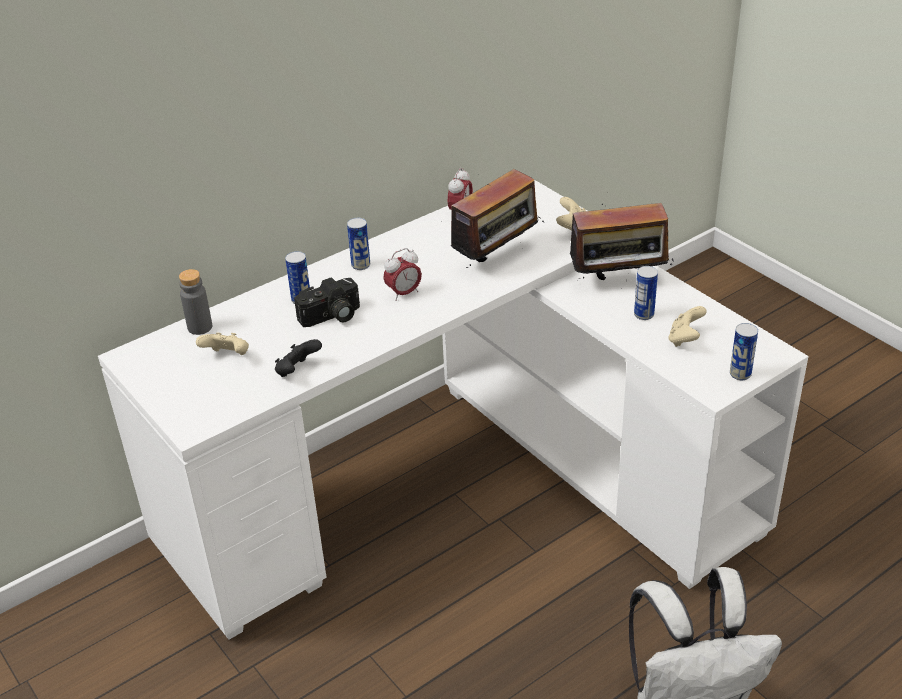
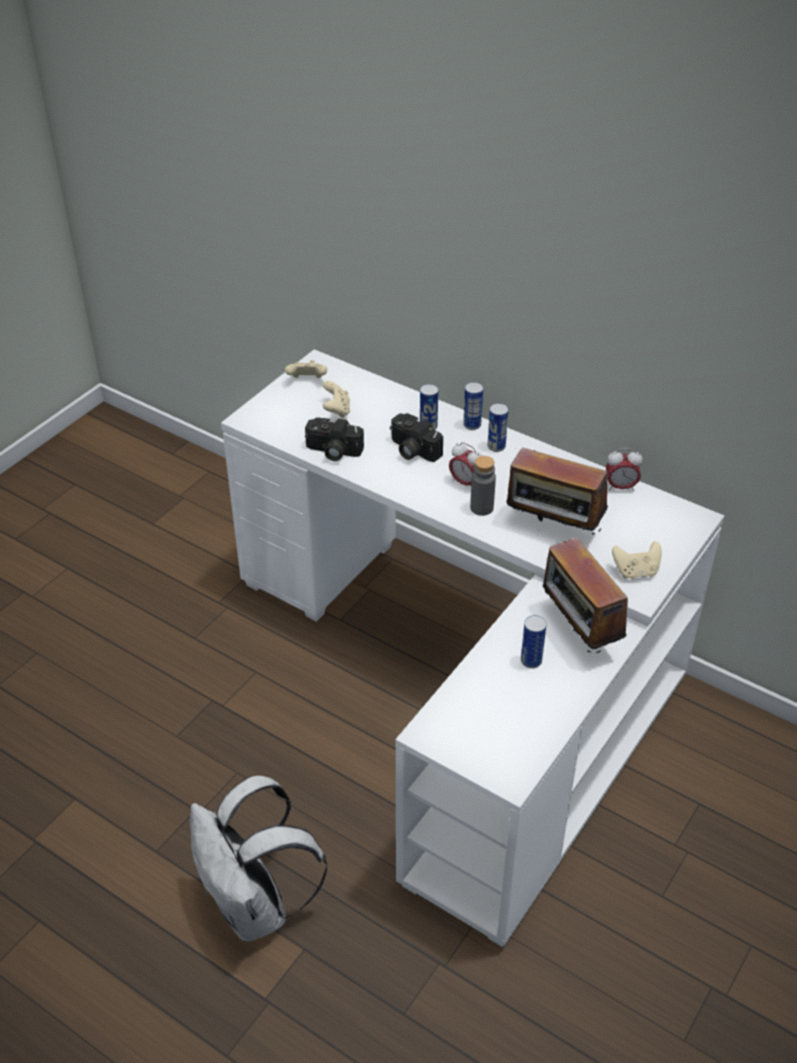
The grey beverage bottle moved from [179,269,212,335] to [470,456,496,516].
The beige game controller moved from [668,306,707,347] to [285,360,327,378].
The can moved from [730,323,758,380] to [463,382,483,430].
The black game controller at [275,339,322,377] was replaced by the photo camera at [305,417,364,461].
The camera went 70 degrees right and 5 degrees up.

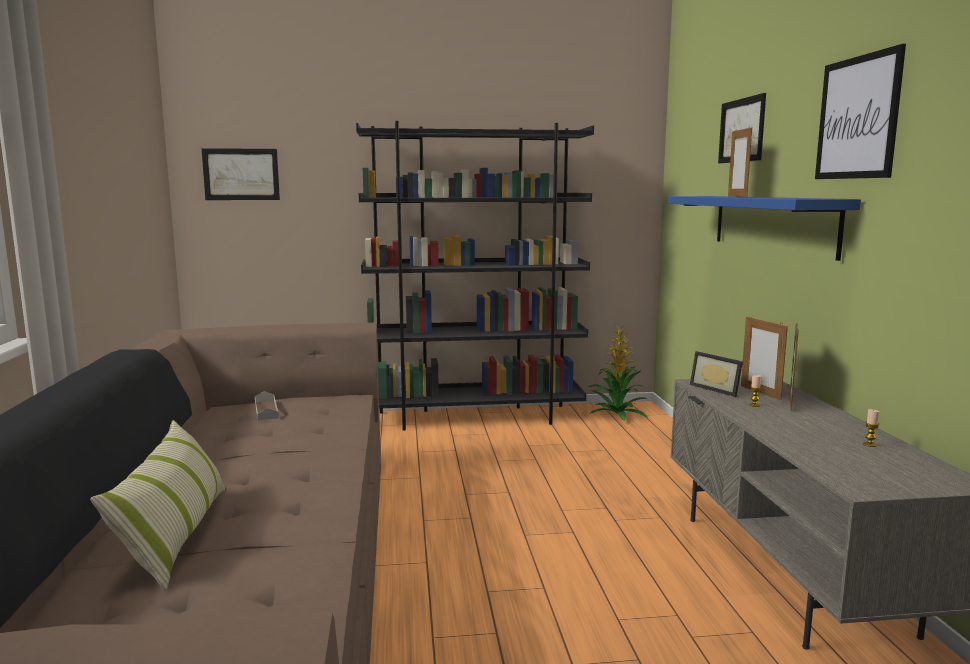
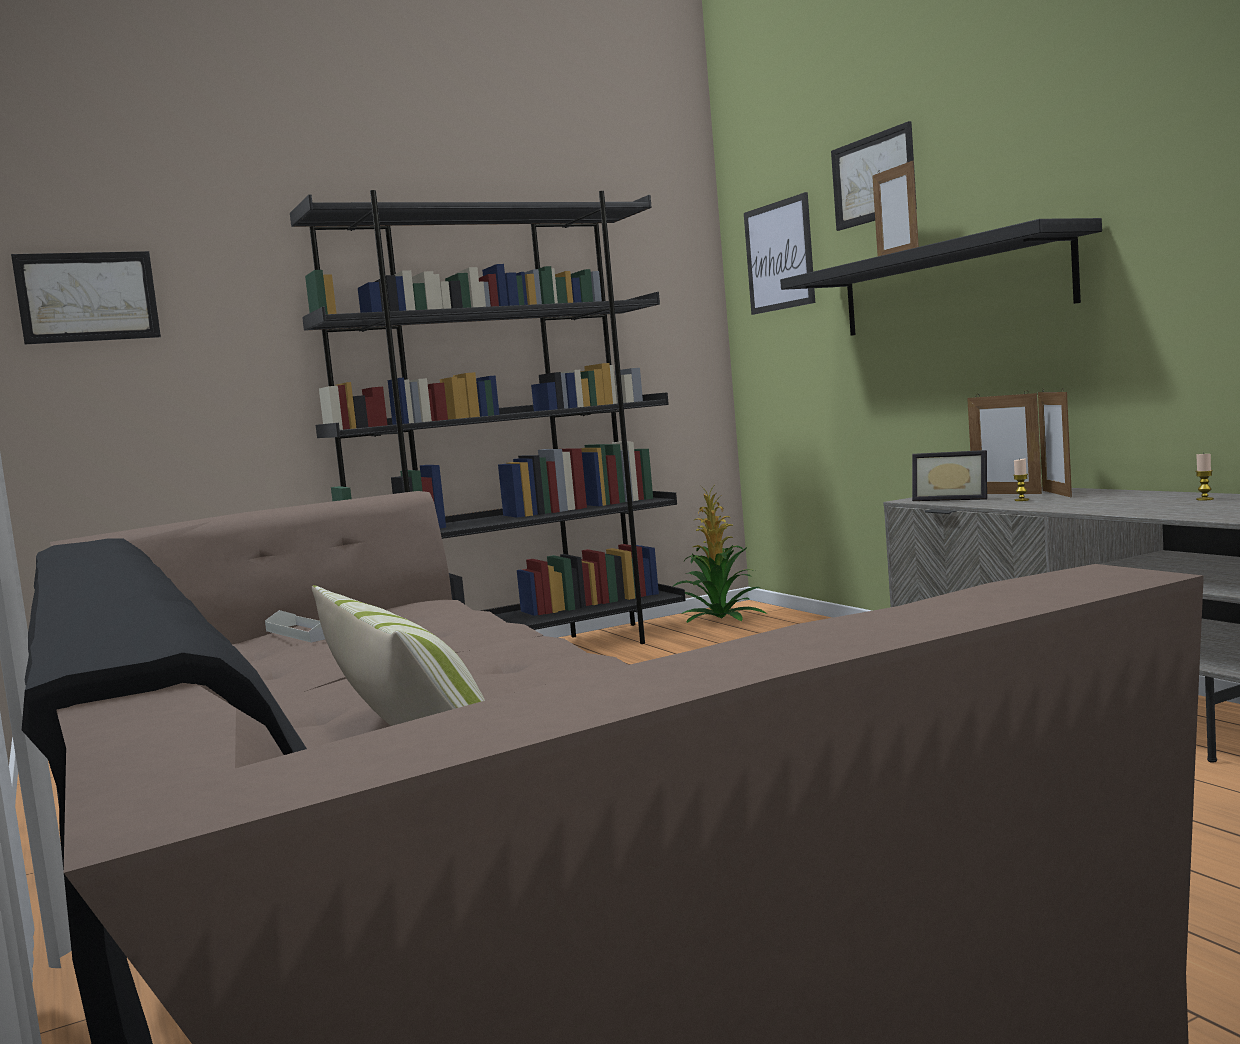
The picture moved from [815,44,906,179] to [744,192,815,315].
The blue-coloured bracket shelf at [668,196,861,261] became the black bracket shelf at [780,218,1102,336].
The camera went 20 degrees left and 5 degrees down.

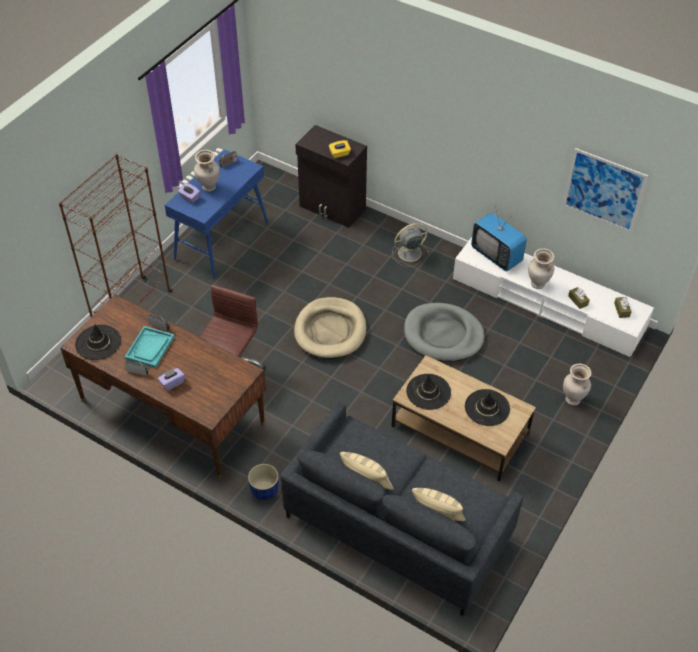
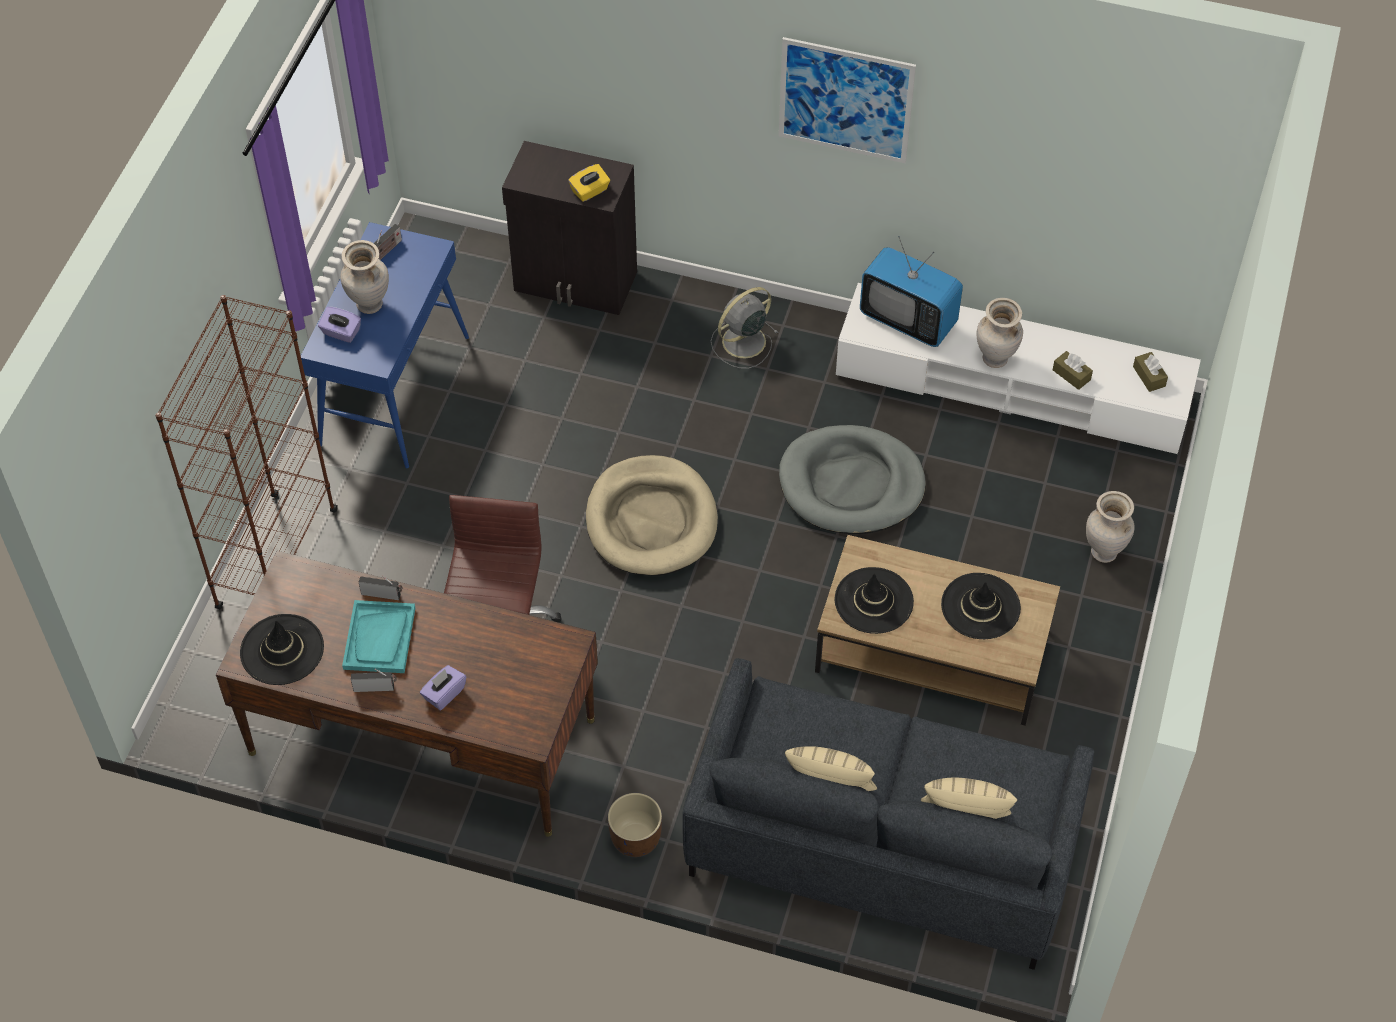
The picture moved from [563,148,648,233] to [779,37,916,163].
The blue-coloured planter at [248,464,279,501] became the brownish planter at [608,793,662,857].
The camera went 15 degrees left and 5 degrees up.

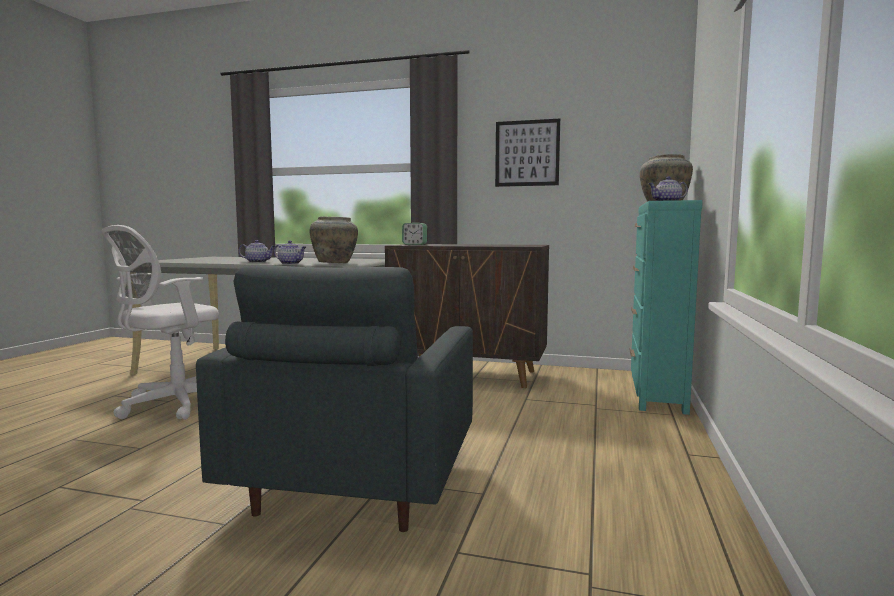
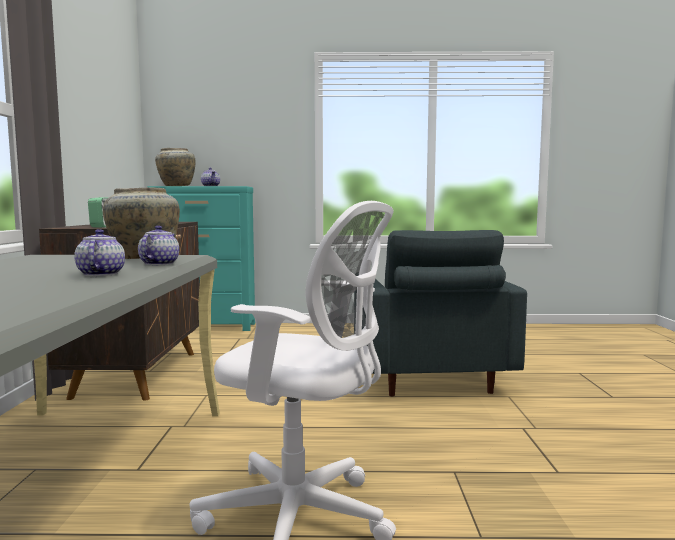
The picture at [495,119,560,187] disappeared.
The grey easy chair at [196,265,473,532] turned 90 degrees clockwise.
The camera went 105 degrees left and 0 degrees up.

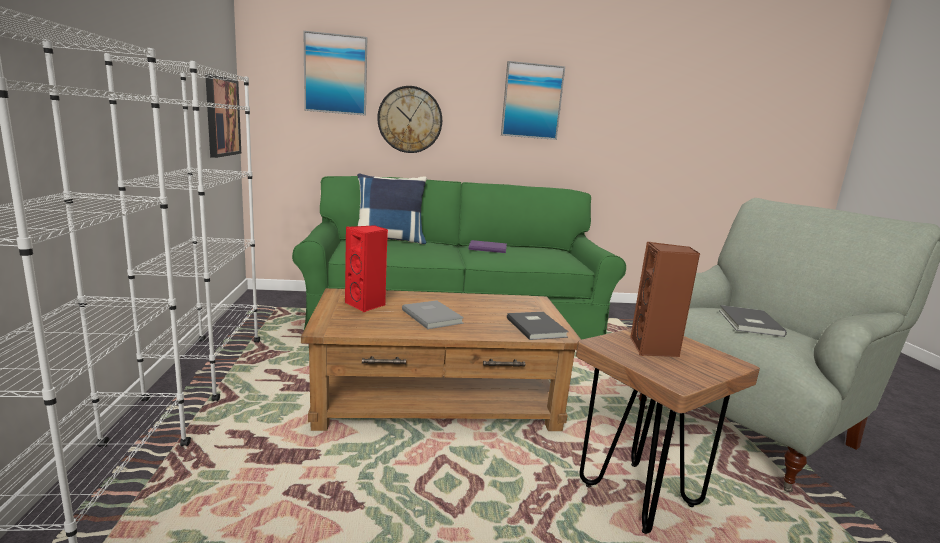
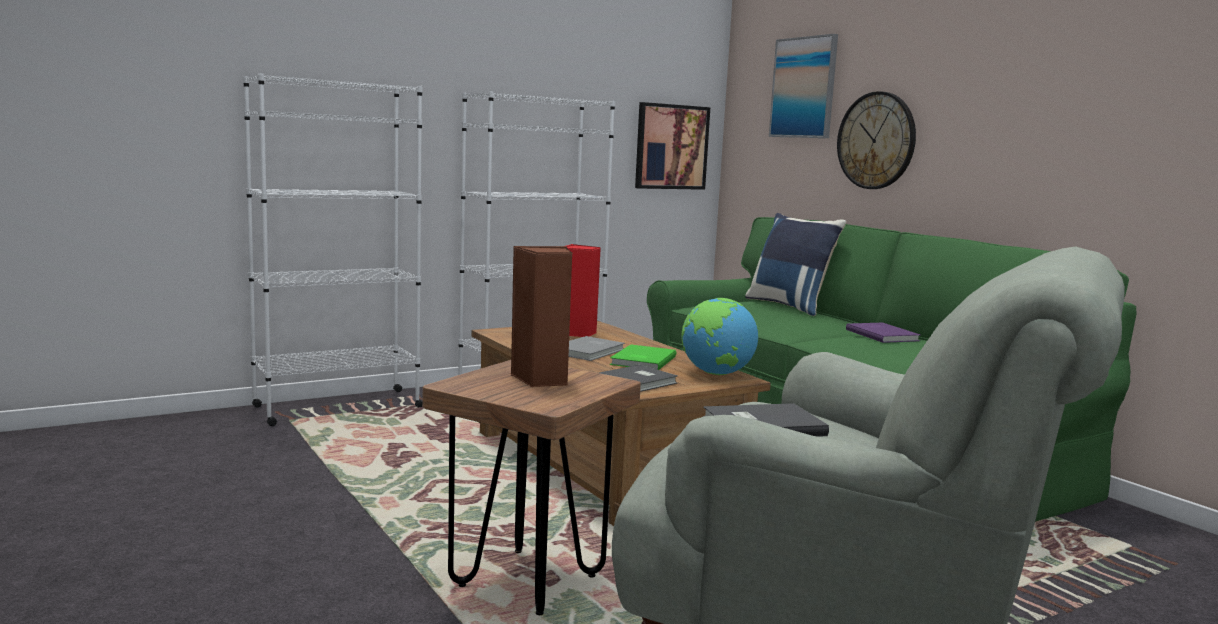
The picture at [501,61,565,140] disappeared.
The globe at [681,298,758,375] appeared.
The green bound book at [610,344,676,370] appeared.
The camera went 65 degrees right and 5 degrees down.

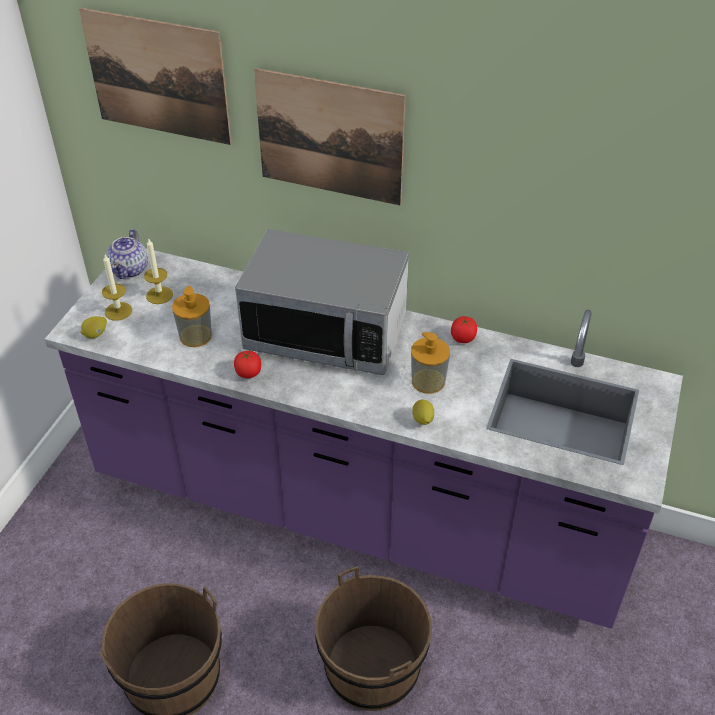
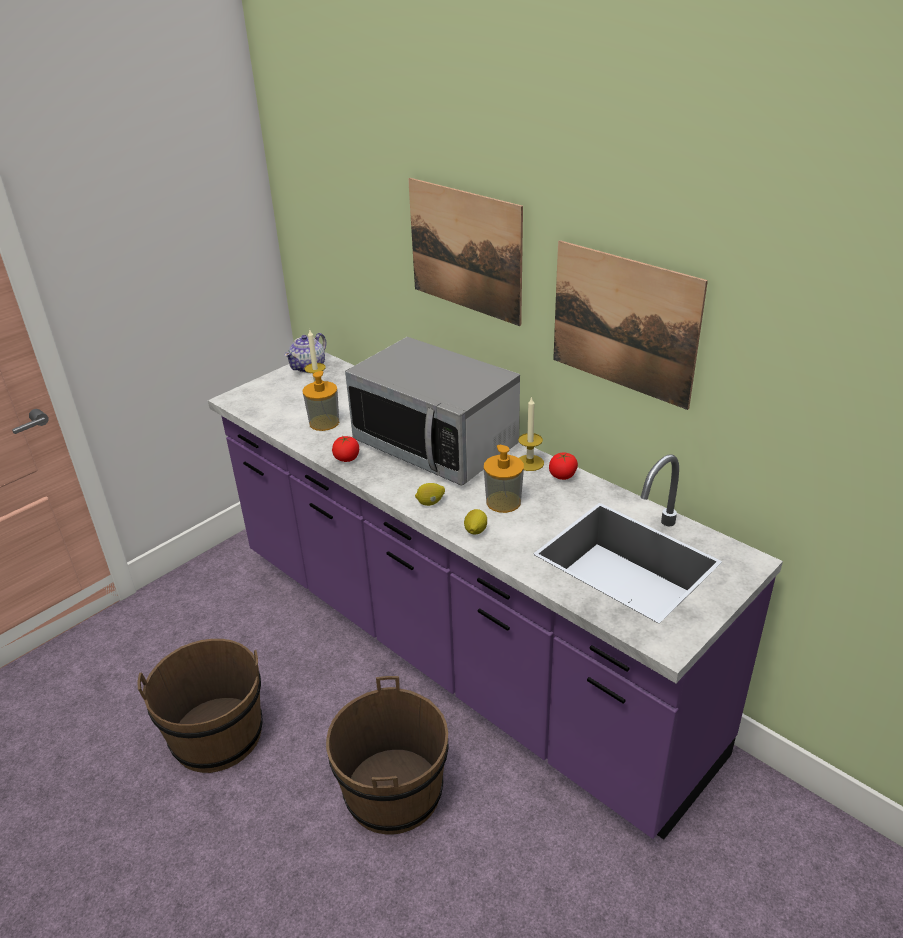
The picture moved from [79,8,232,145] to [553,240,708,410].
The wax candle moved from [102,255,132,321] to [518,396,544,471].
The whole lemon moved from [80,316,107,339] to [415,483,445,506].
The camera went 25 degrees right and 10 degrees down.

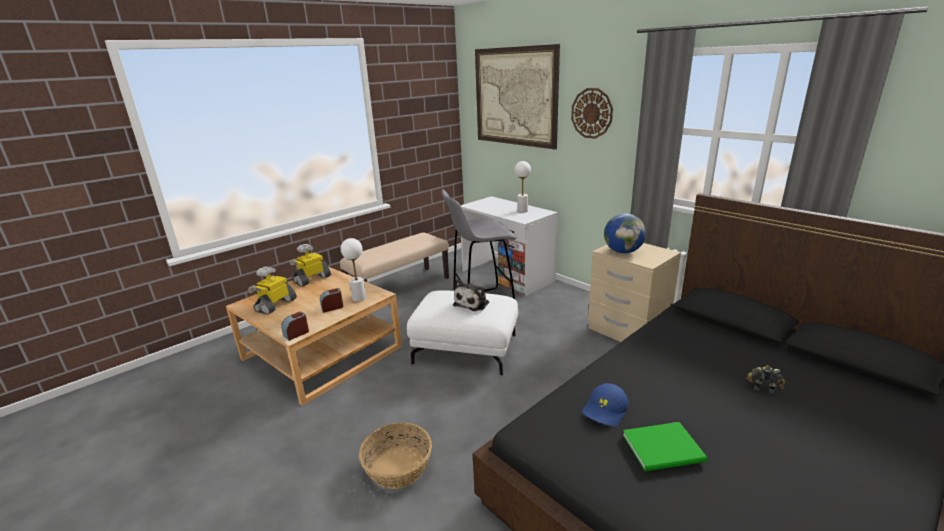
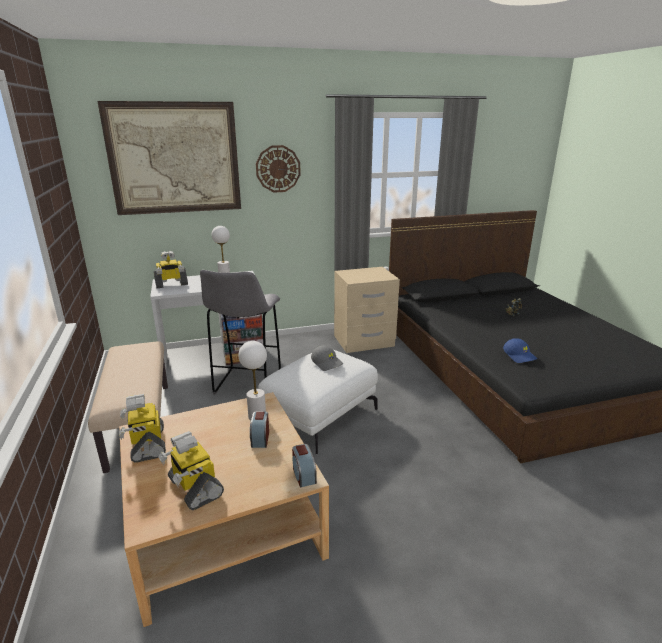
The globe at [604,213,646,253] disappeared.
The soft toy at [453,279,489,311] was replaced by the grey baseball cap at [311,346,344,371].
The green bound book at [623,422,707,471] disappeared.
The household basket at [359,423,432,489] disappeared.
The toy robot at [154,251,188,288] appeared.
The camera went 65 degrees left and 0 degrees up.

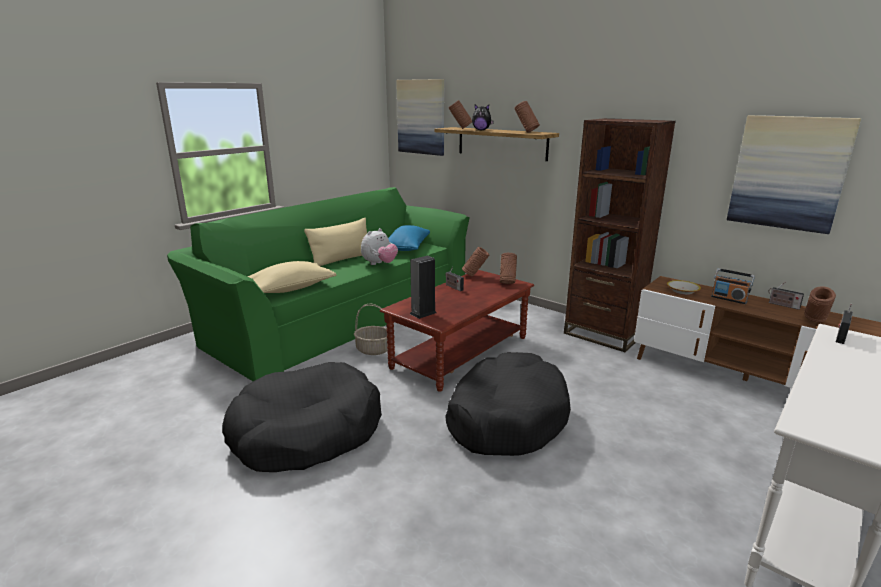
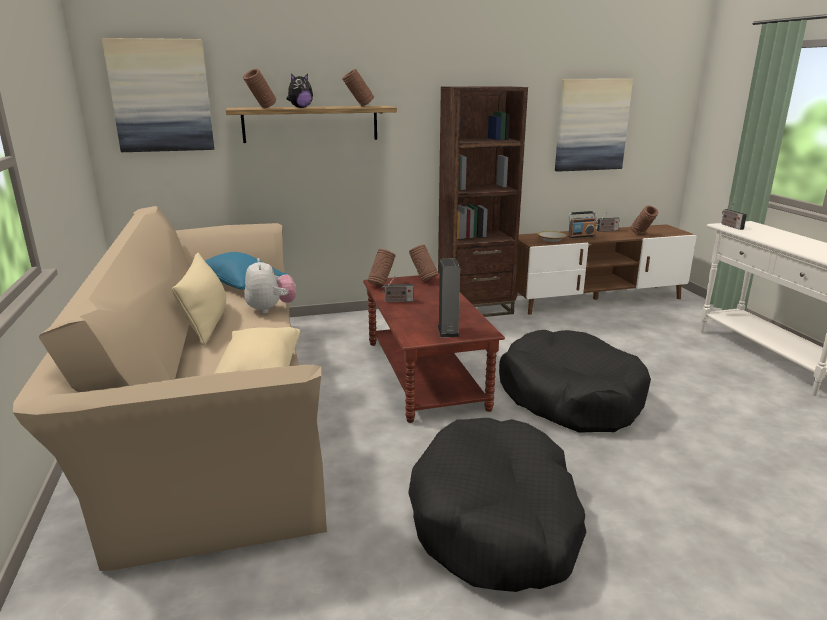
The green settee at [167,187,470,381] became the beige settee at [13,206,327,571].
The household basket at [354,304,388,355] disappeared.
The camera went 55 degrees left and 0 degrees up.

